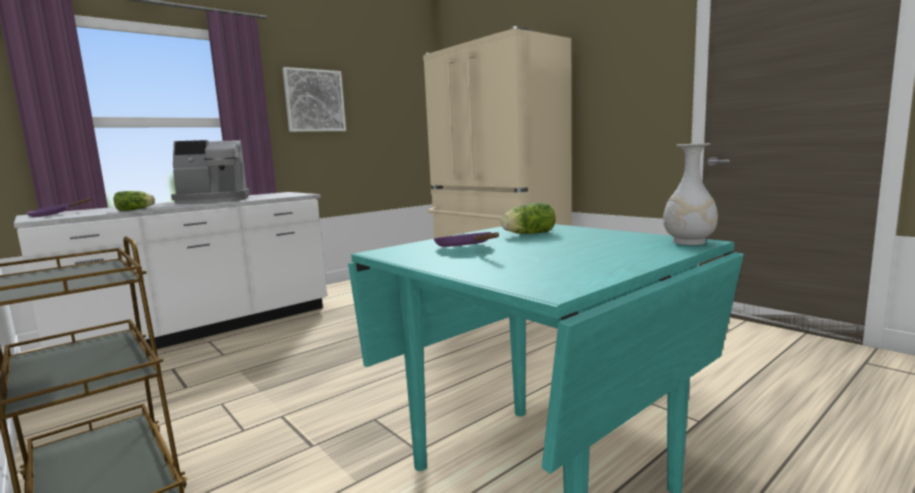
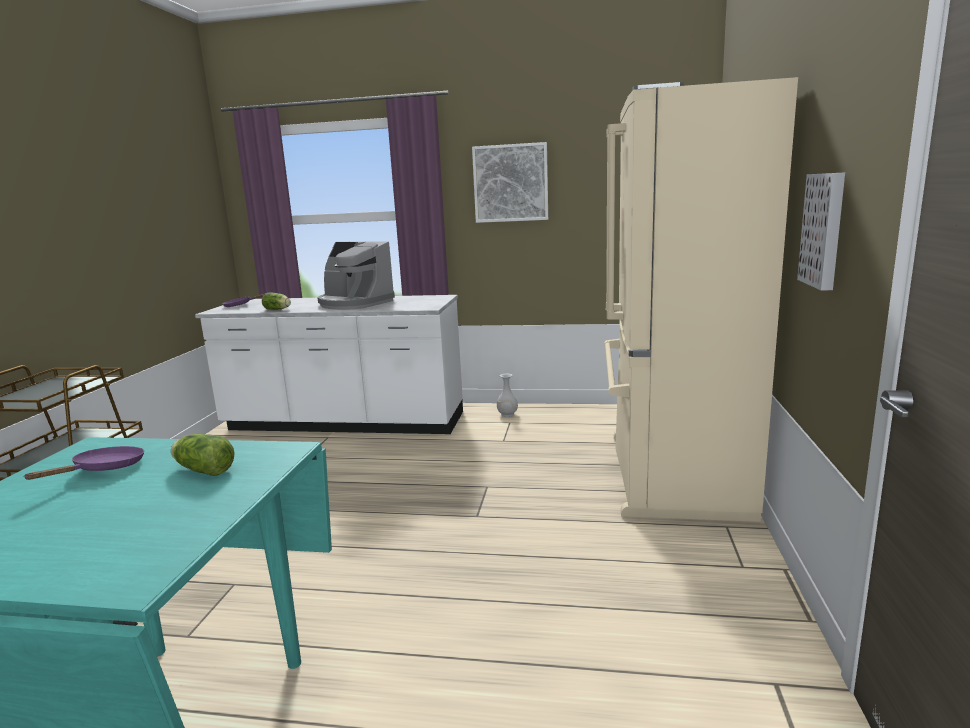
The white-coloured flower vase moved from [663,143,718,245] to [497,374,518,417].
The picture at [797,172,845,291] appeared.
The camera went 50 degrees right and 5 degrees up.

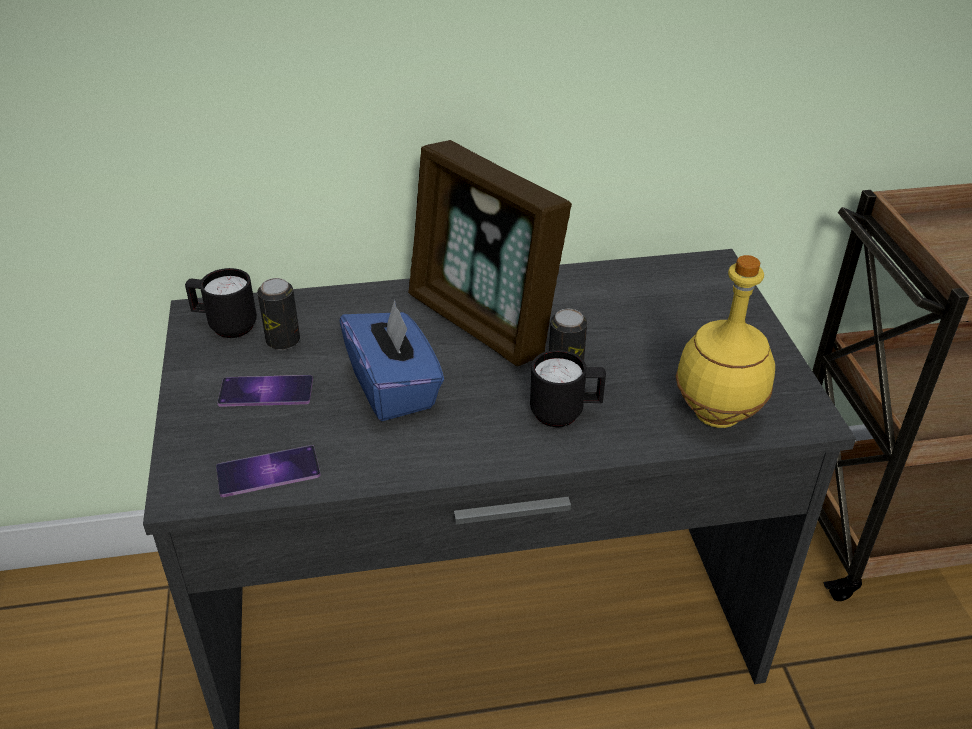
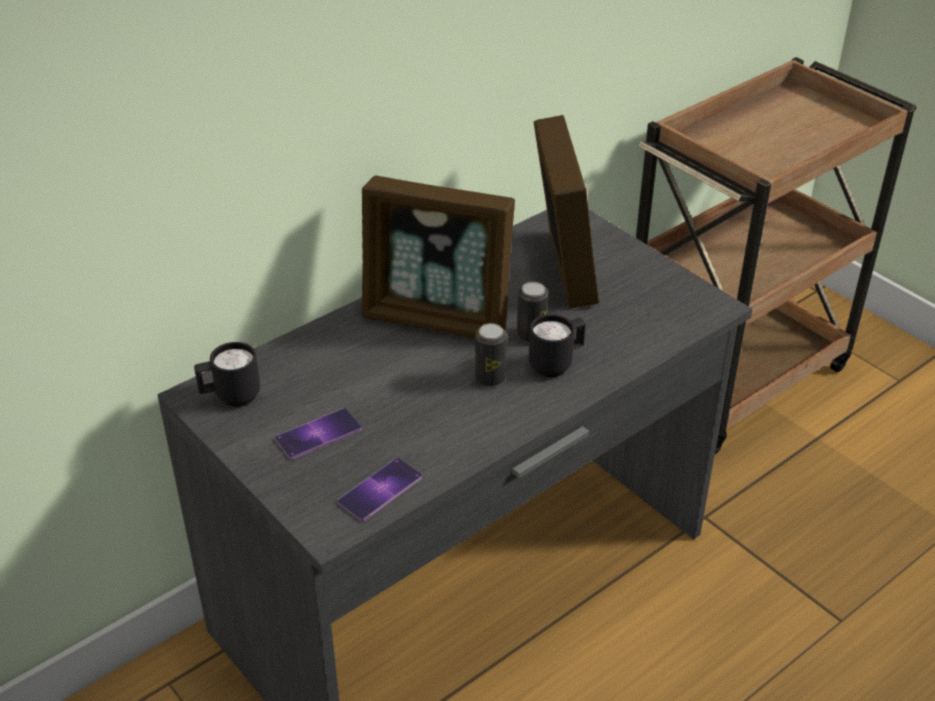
The yellow beverage bottle at [676,255,775,428] disappeared.
The can moved from [257,278,300,350] to [475,323,507,387].
The blue-coloured box of tissues at [340,300,444,421] disappeared.
The photo frame at [534,115,599,309] appeared.
The camera went 30 degrees left and 0 degrees up.

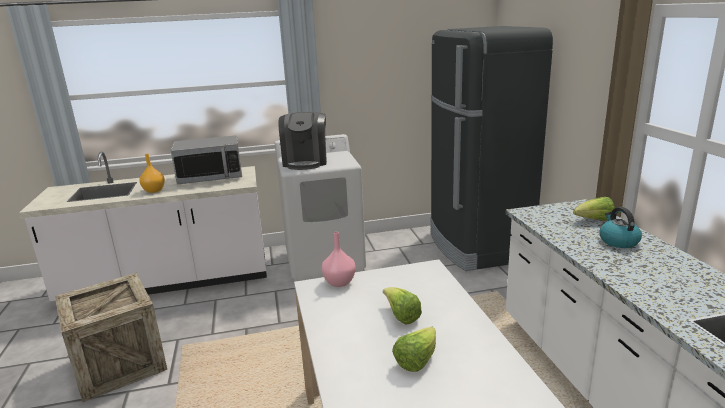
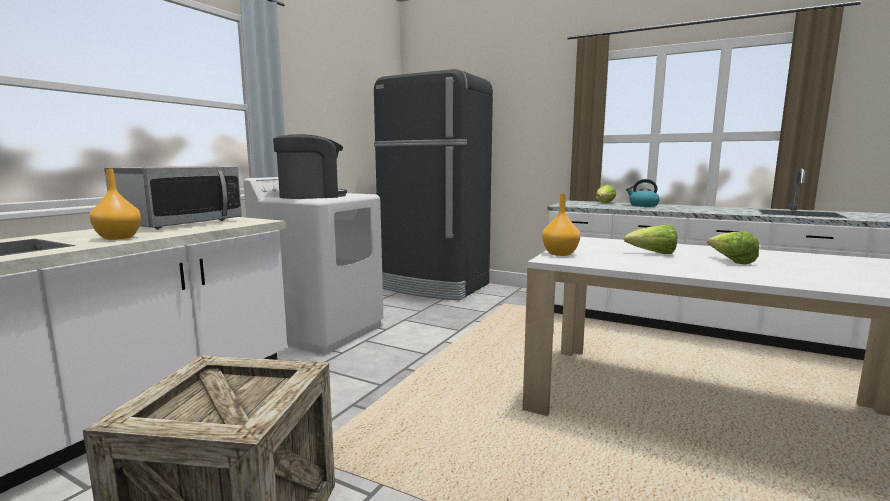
The coffee machine at [278,112,327,170] turned 75 degrees counterclockwise.
The pink-coloured flower vase at [322,232,356,287] became the orange flower vase at [542,194,580,256].
The camera went 50 degrees left and 10 degrees down.

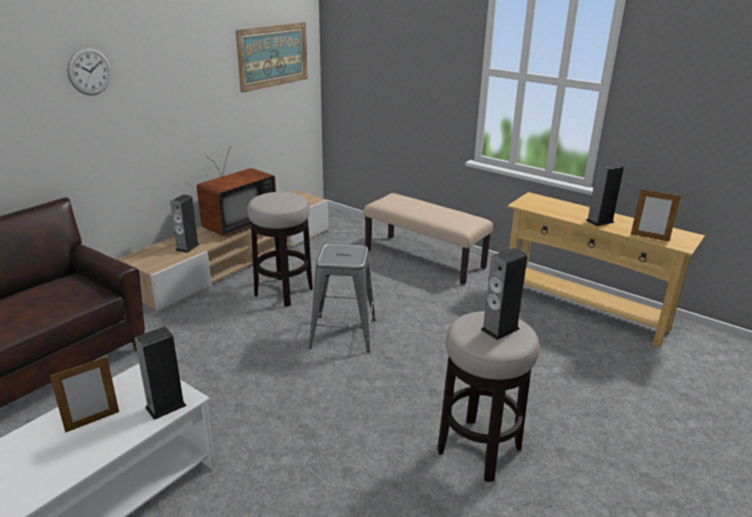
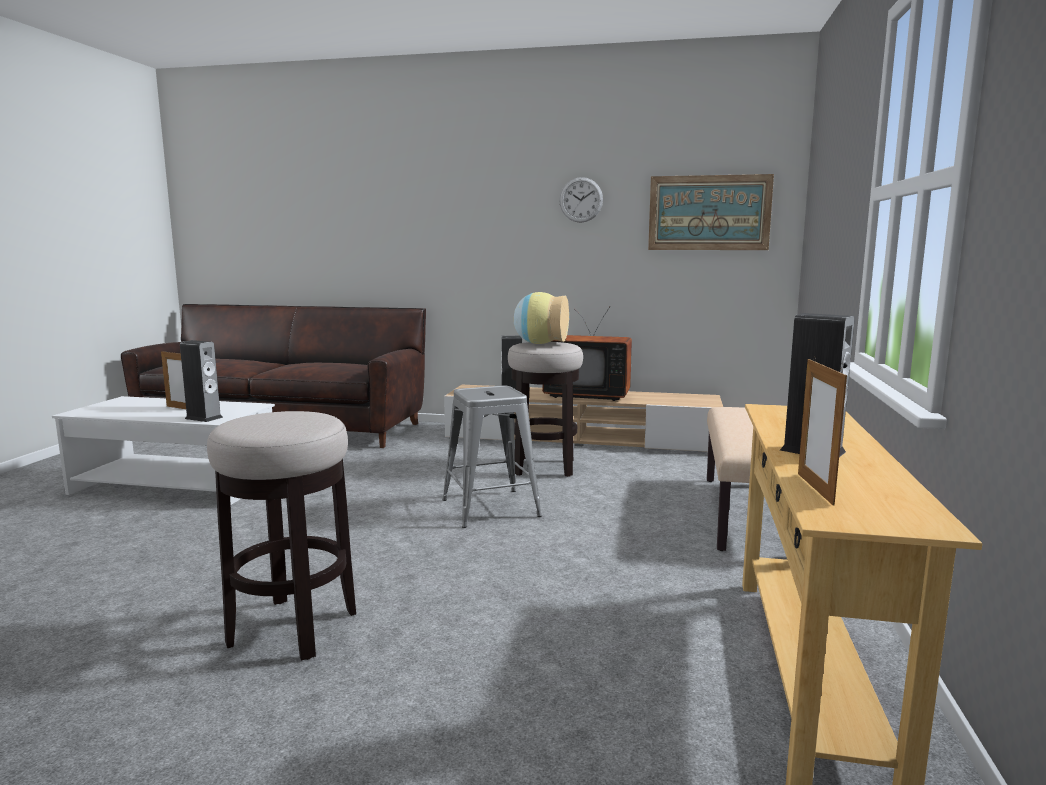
The hanging clock moved from [67,47,112,95] to [559,177,603,223].
The audio speaker at [481,248,528,340] disappeared.
The flower vase at [514,292,569,344] appeared.
The camera went 65 degrees right and 15 degrees down.

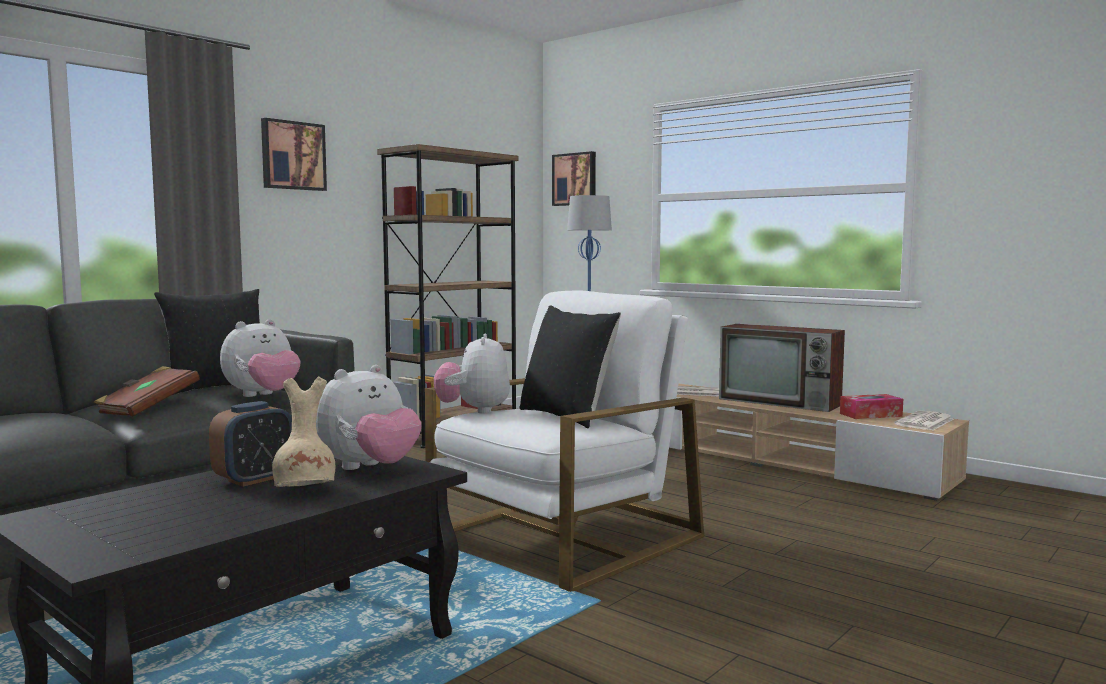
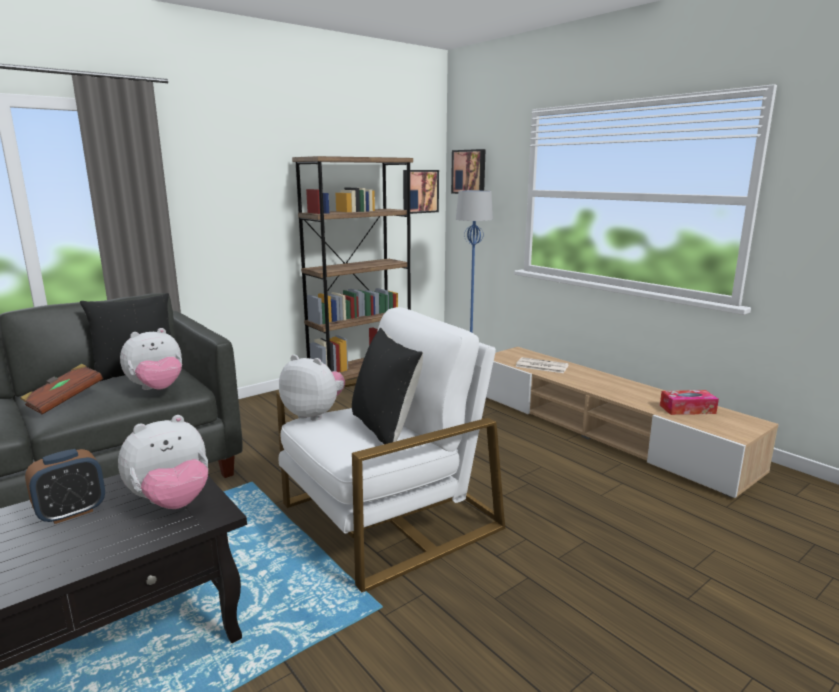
The picture moved from [261,118,327,191] to [403,170,439,214].
The TV at [719,324,845,412] disappeared.
The soft toy at [434,334,510,413] turned 105 degrees clockwise.
The beige flower vase at [272,377,335,487] disappeared.
The daily paper at [894,410,954,430] disappeared.
The camera went 10 degrees right and 10 degrees up.

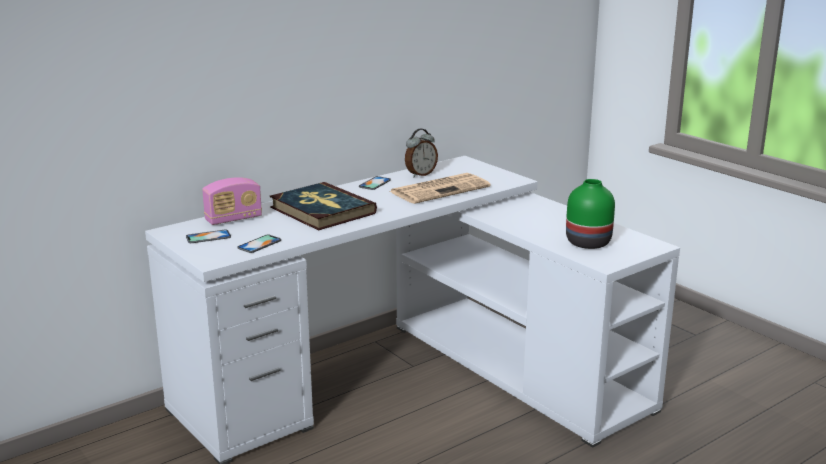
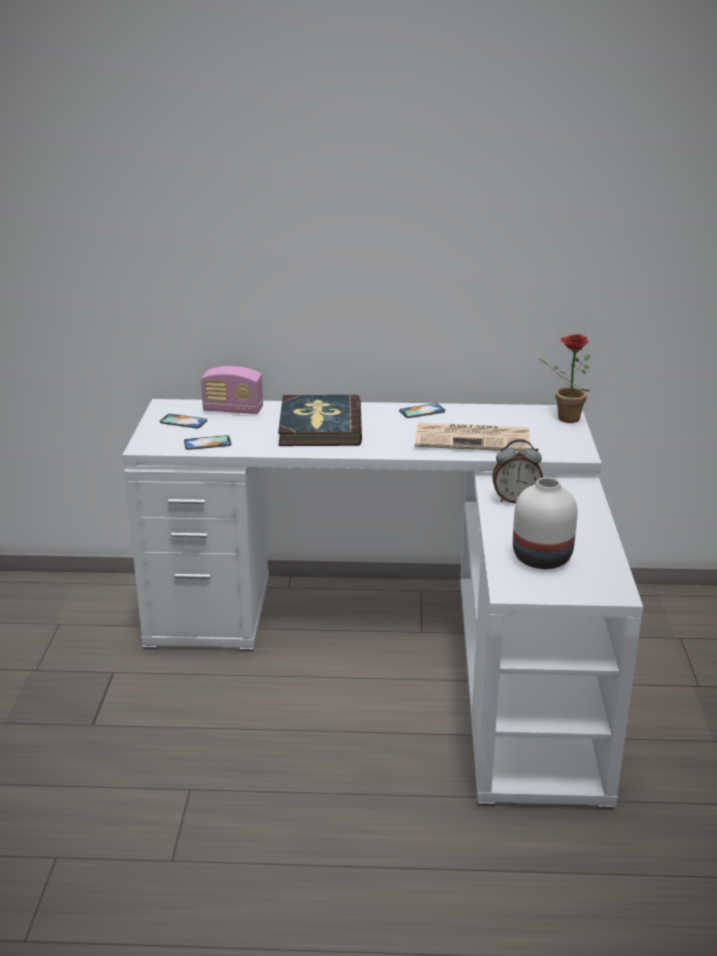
The alarm clock moved from [405,129,438,177] to [492,439,543,504].
The green flower vase at [566,179,615,249] became the white-coloured flower vase at [513,477,578,569].
The potted plant at [538,334,590,423] appeared.
The camera went 40 degrees right and 5 degrees up.

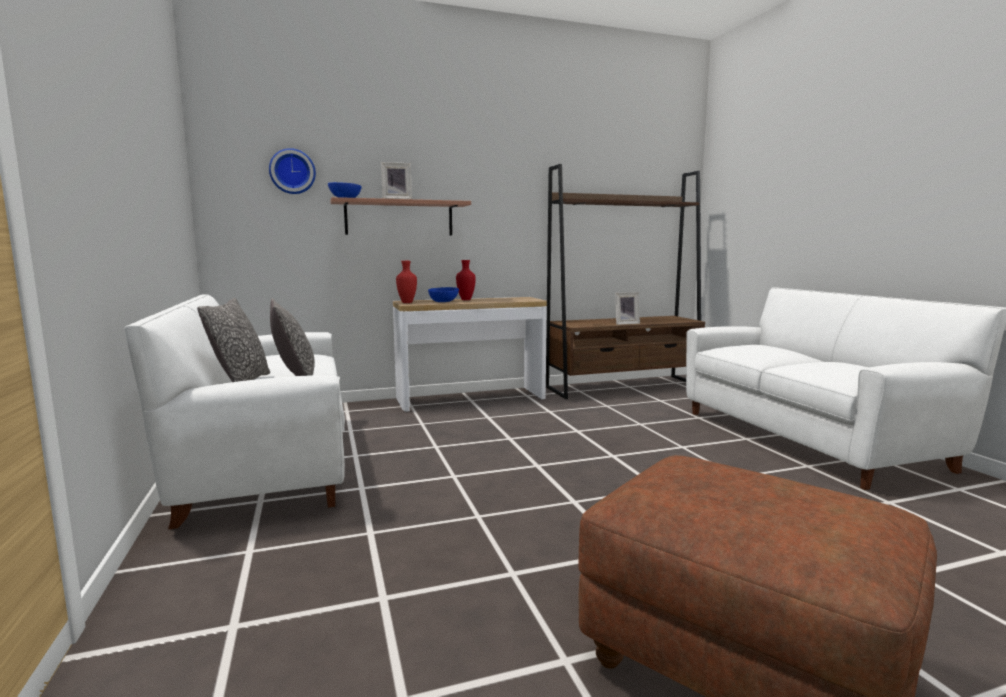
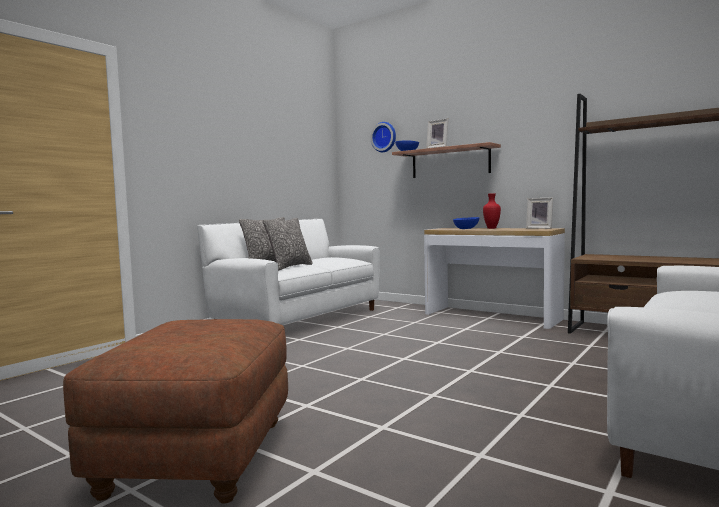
The red flower vase at [396,261,417,303] disappeared.
The photo frame moved from [615,292,640,325] to [526,197,553,229].
The camera went 55 degrees right and 5 degrees down.

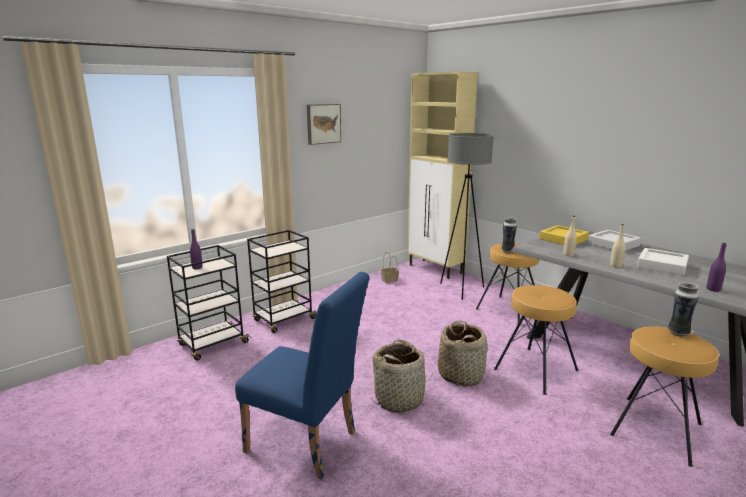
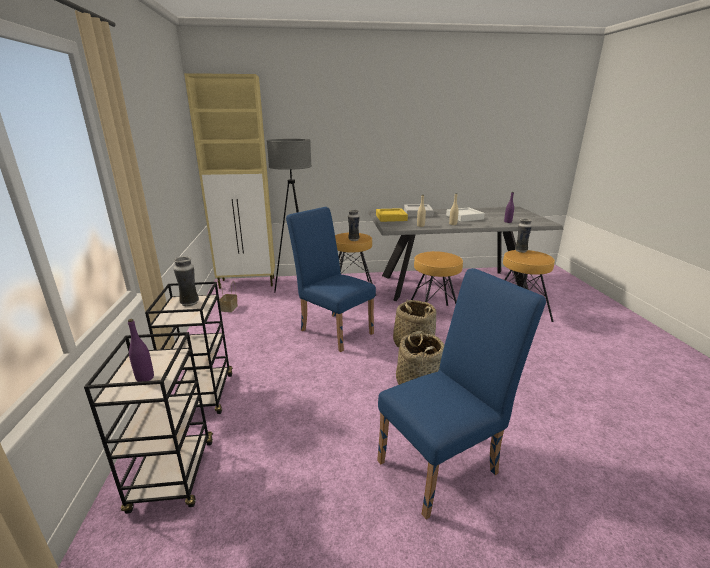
The picture at [307,104,341,145] disappeared.
The blue-coloured upright chair at [286,207,376,352] appeared.
The flower vase at [174,256,199,306] appeared.
The camera went 55 degrees left and 5 degrees up.

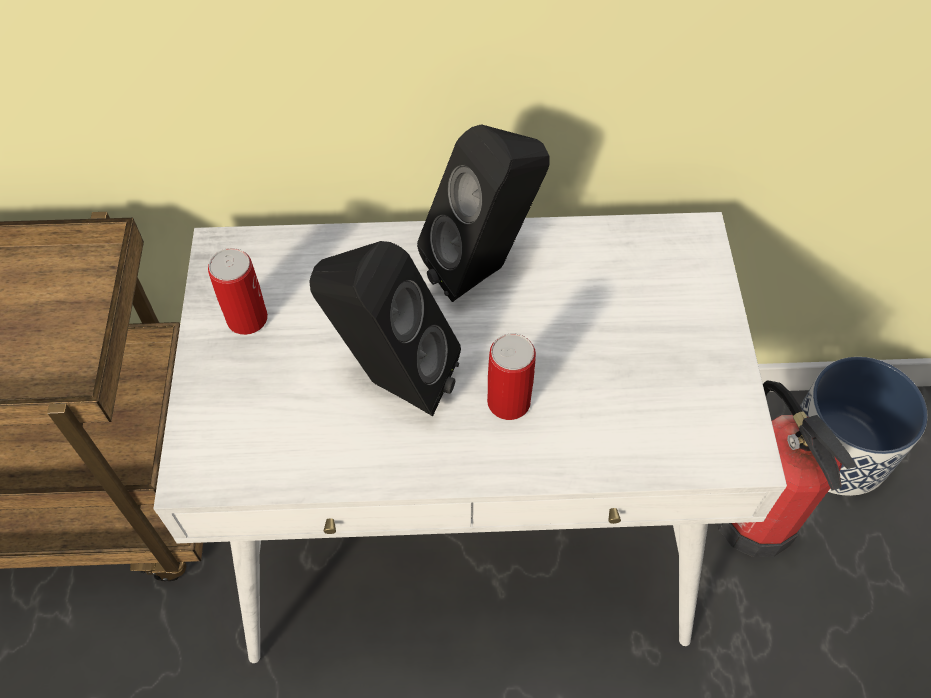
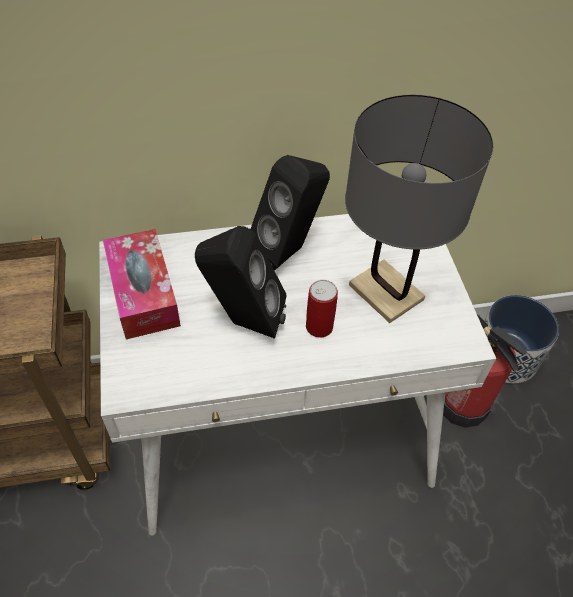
The can at [208,248,268,335] was replaced by the box of tissues at [103,229,181,339].
The grey lamp for a table at [345,94,493,323] appeared.
The camera went 10 degrees left and 5 degrees down.

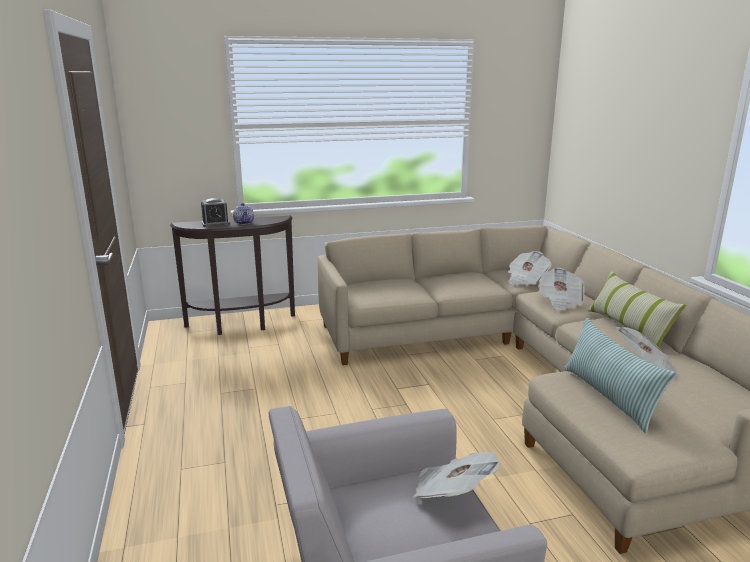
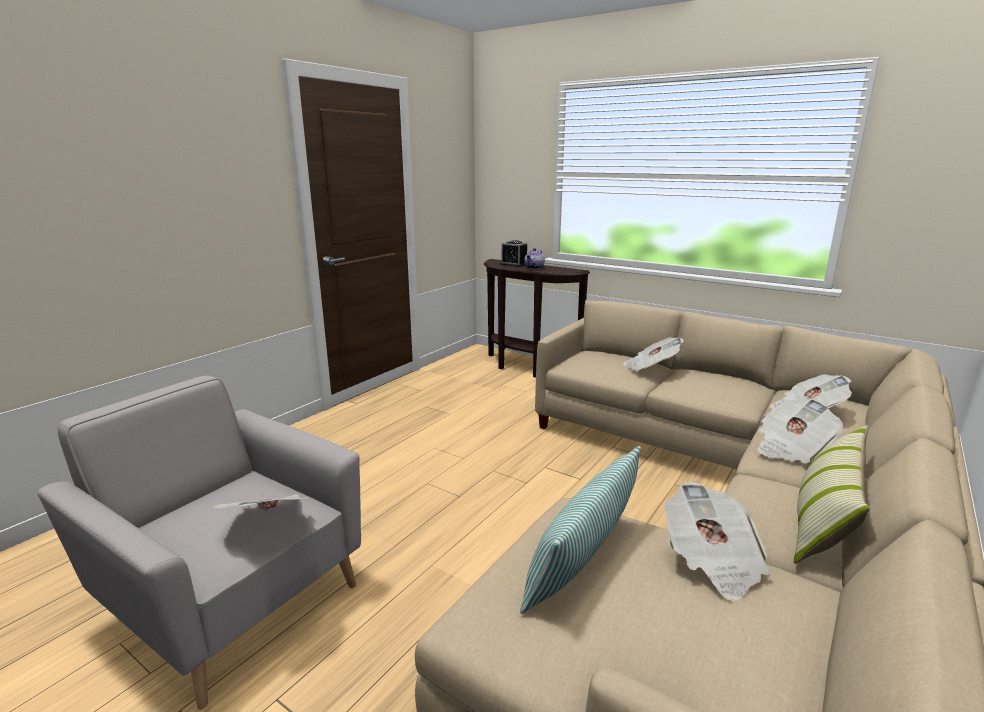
The daily paper at [623,337,684,371] appeared.
The camera went 50 degrees right and 0 degrees up.

